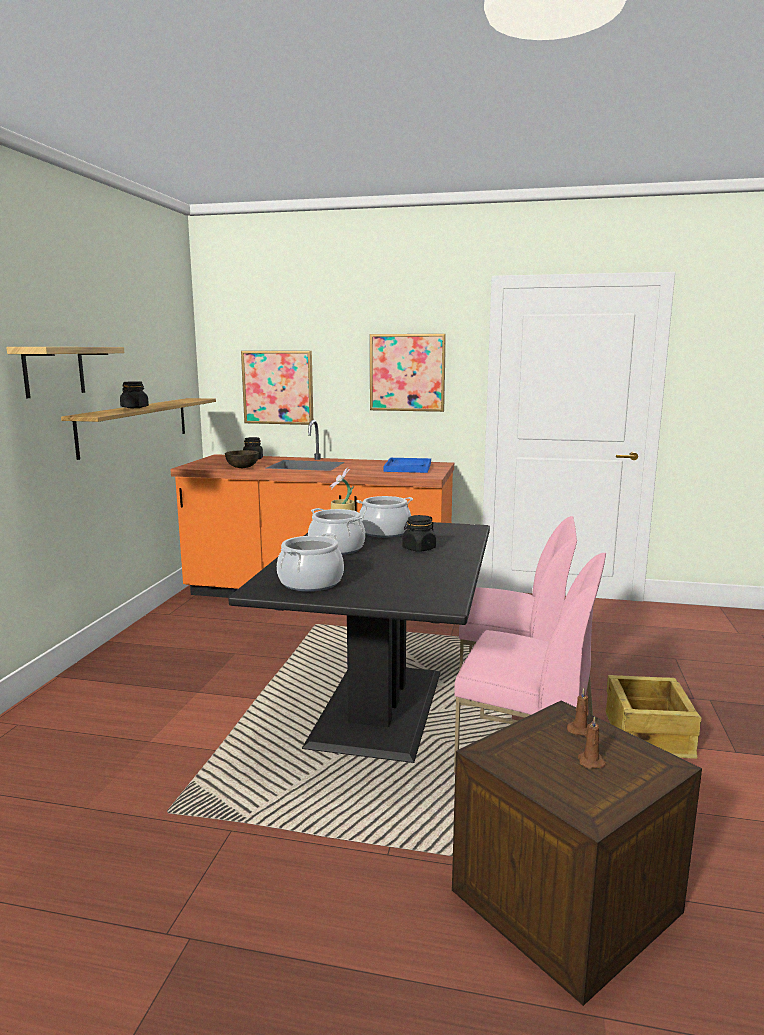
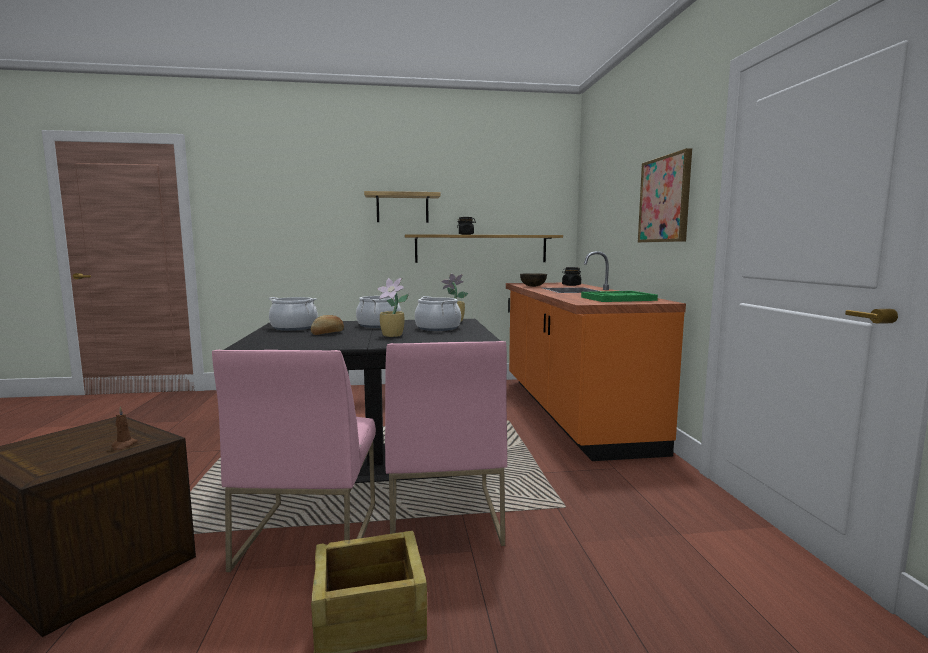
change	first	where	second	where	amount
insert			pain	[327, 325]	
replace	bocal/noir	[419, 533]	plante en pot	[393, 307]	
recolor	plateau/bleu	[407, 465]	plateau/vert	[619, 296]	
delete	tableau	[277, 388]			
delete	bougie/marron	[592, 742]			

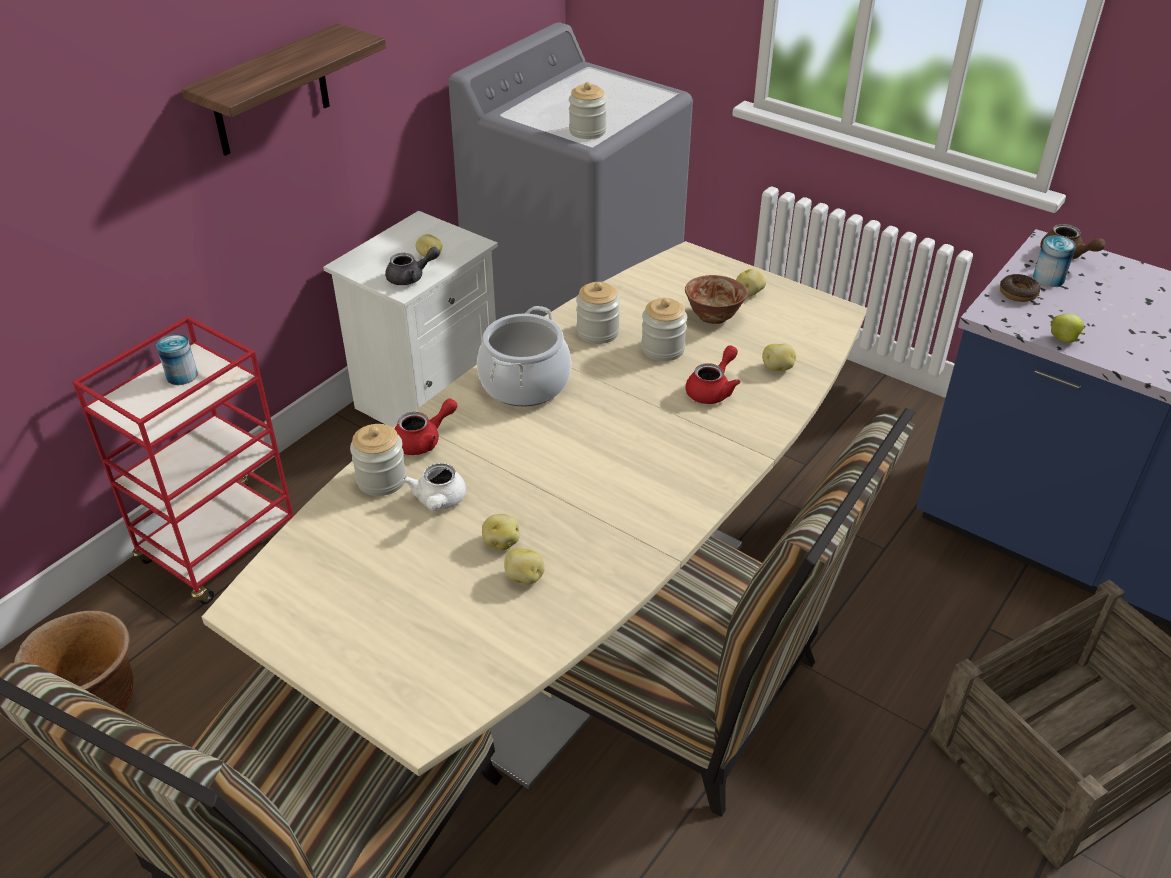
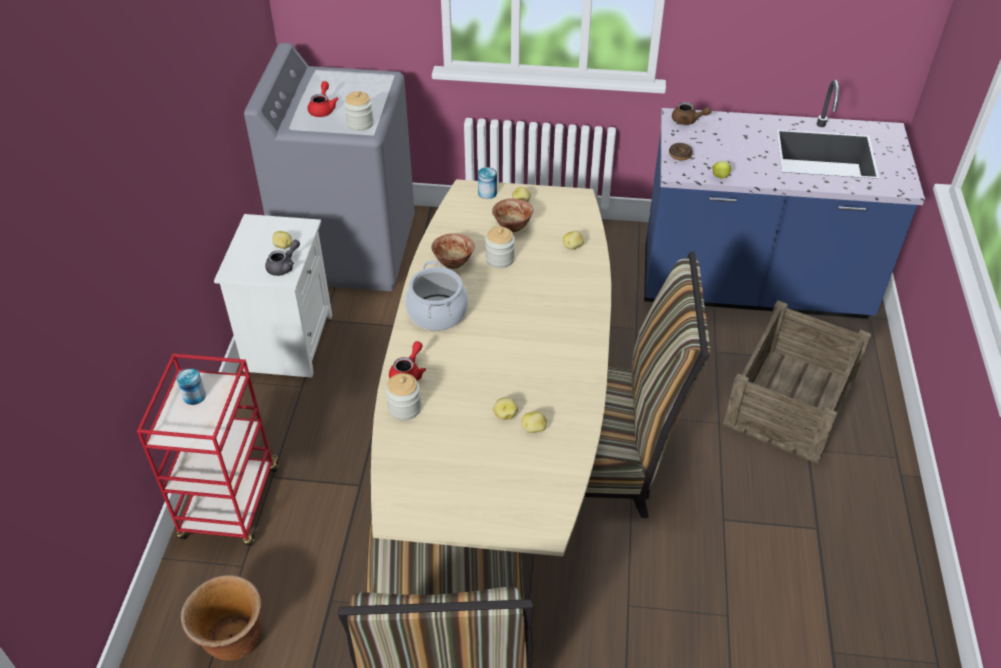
change	first	where	second	where	amount
move	théière/rouge	[713, 374]		[323, 99]	
replace	bocal	[598, 313]	bol	[453, 251]	
move	boîte métallique	[1054, 261]		[487, 183]	
delete	étagère	[283, 90]			
delete	théière/blanc	[434, 487]			

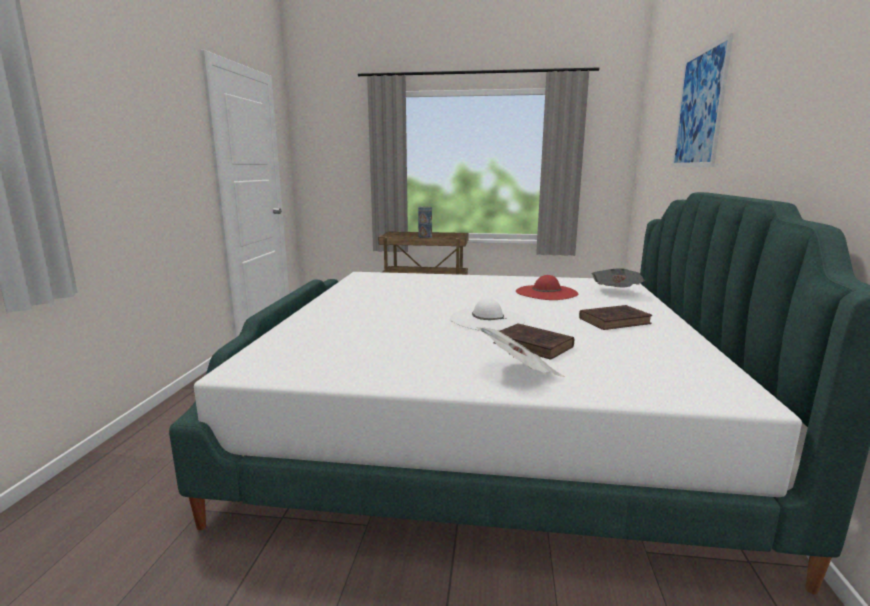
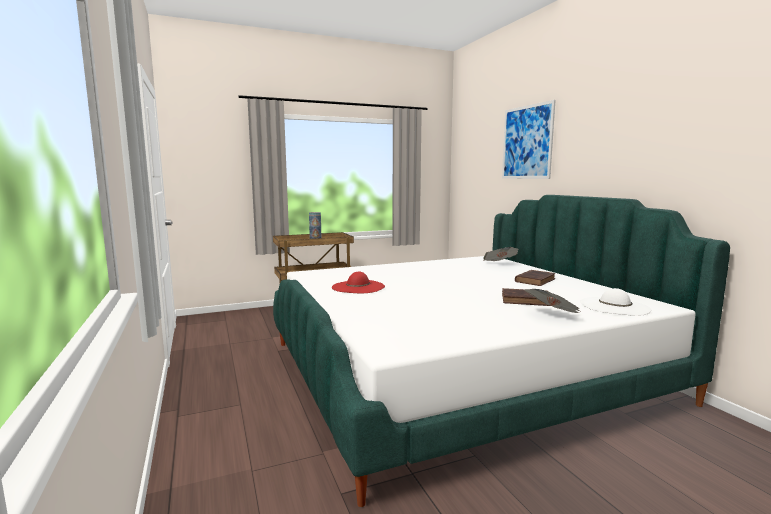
change	first	where	second	where	amount
move	chapeau/rouge	[547, 287]		[358, 282]	
move	chapeau/blanc	[487, 314]		[616, 302]	

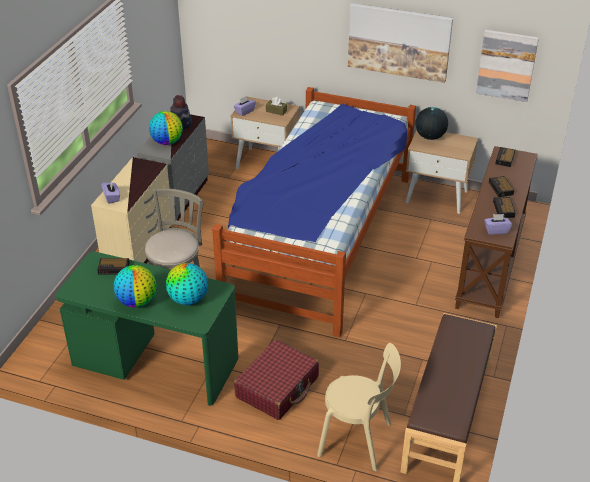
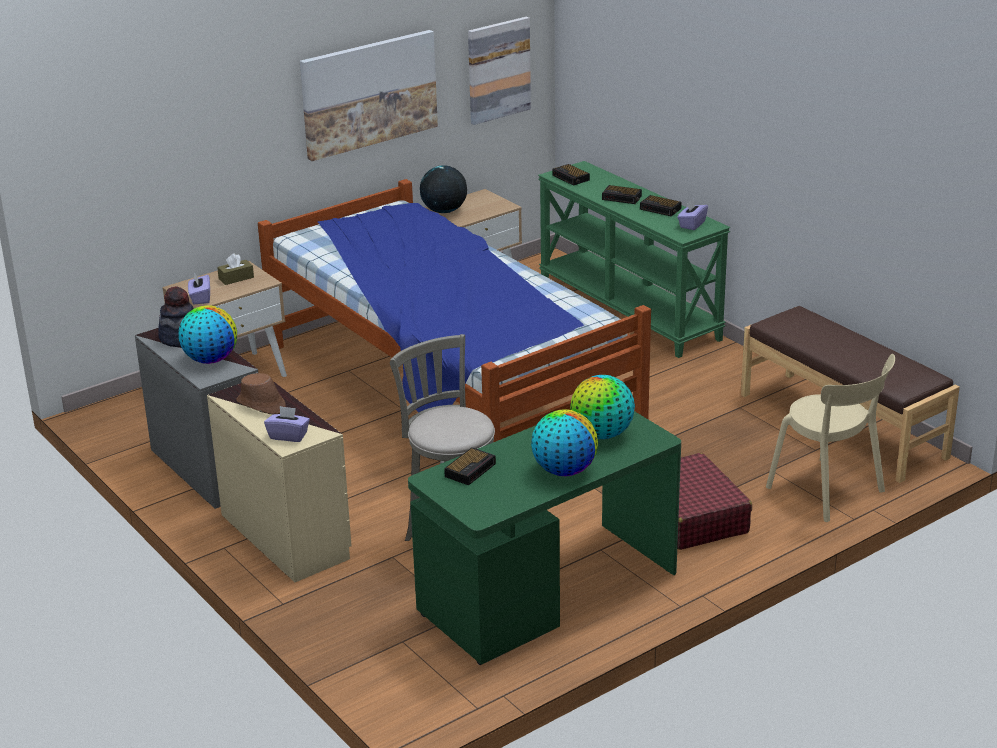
change	first	where	second	where	amount
insert			chapeau/marron	[261, 394]	
recolor	table console/marron	[496, 232]	table console/vert	[634, 259]	
rotate	chaise/beige	[359, 407]		[830, 438]	90 degrees clockwise

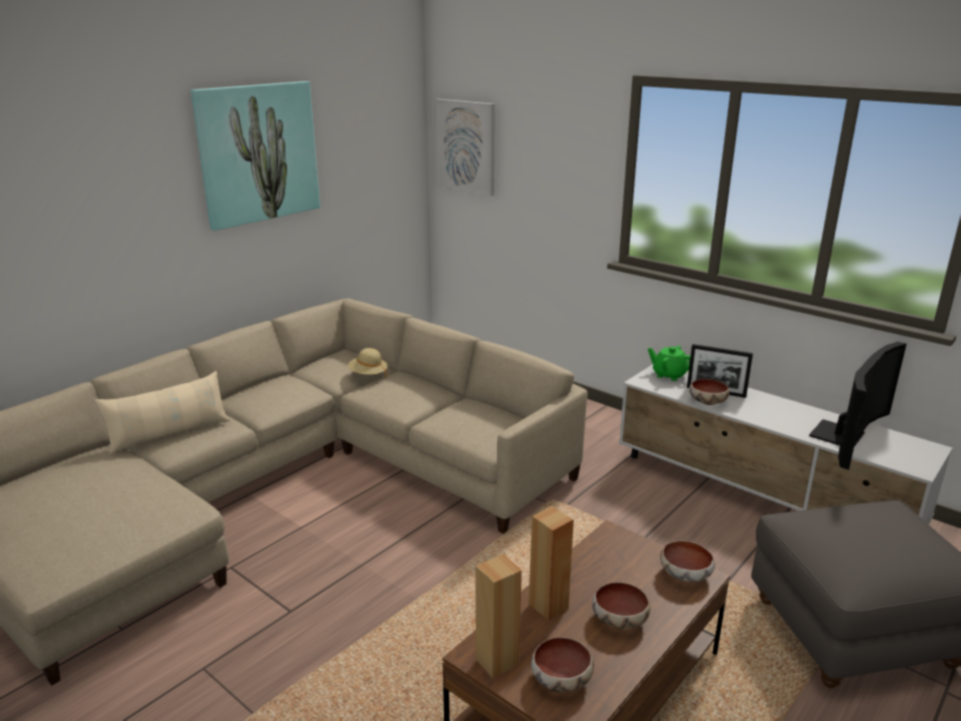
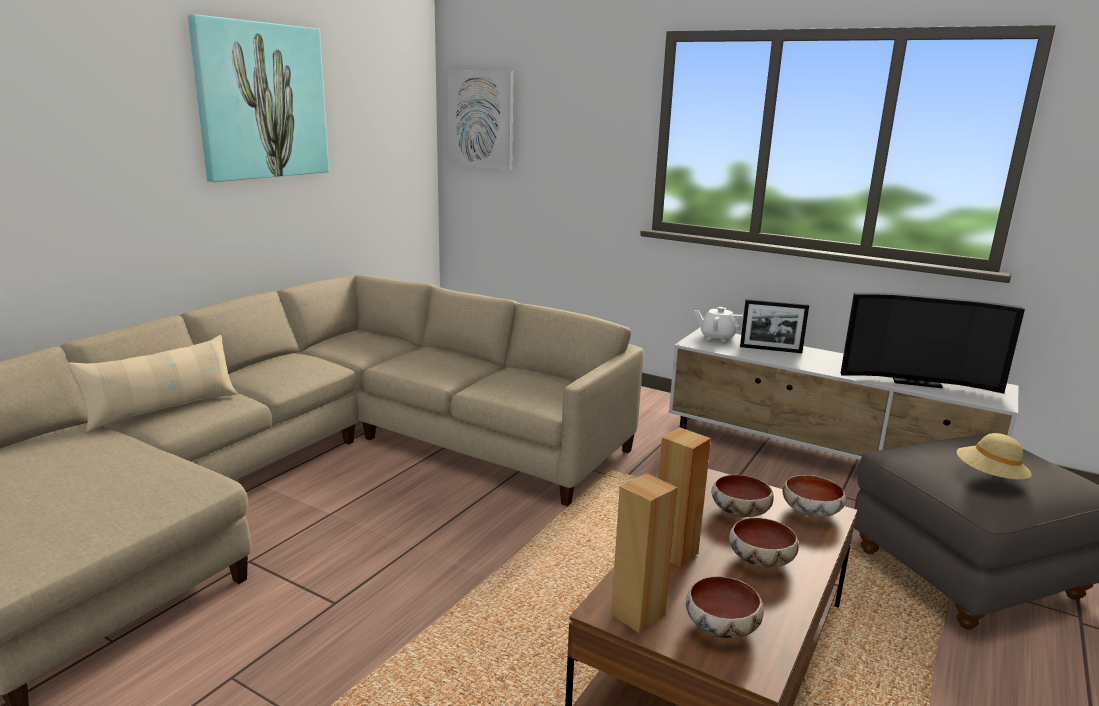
change	first	where	second	where	amount
recolor	théière/vert	[669, 363]	théière/blanc	[719, 324]	
move	bol	[709, 392]		[743, 496]	
rotate	téléviseur	[858, 406]		[933, 343]	75 degrees clockwise
move	chapeau/beige	[368, 363]		[994, 457]	

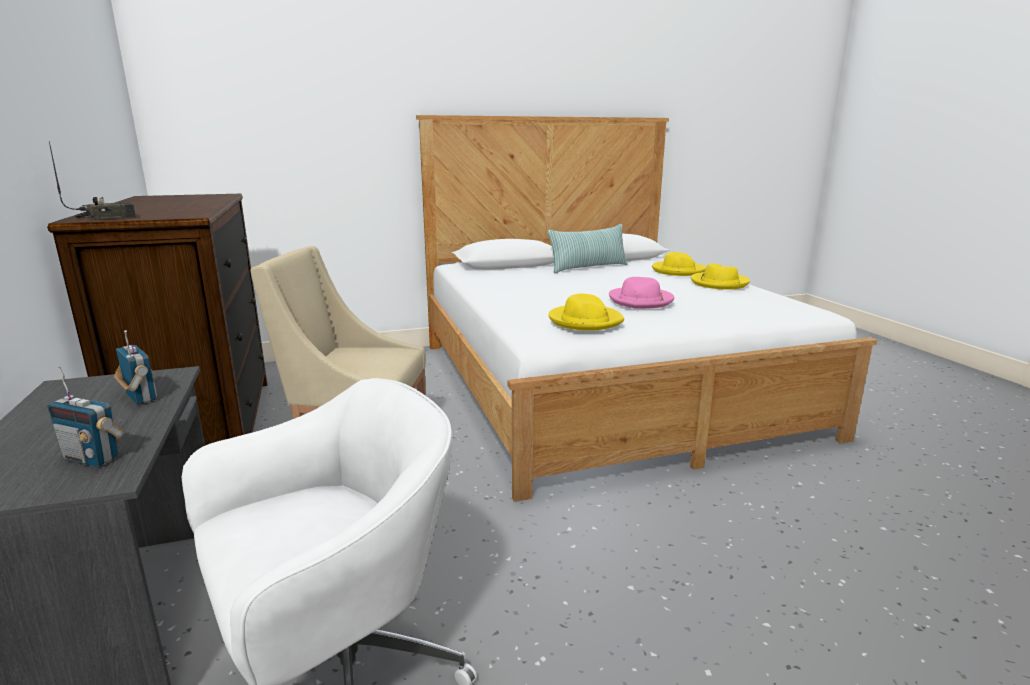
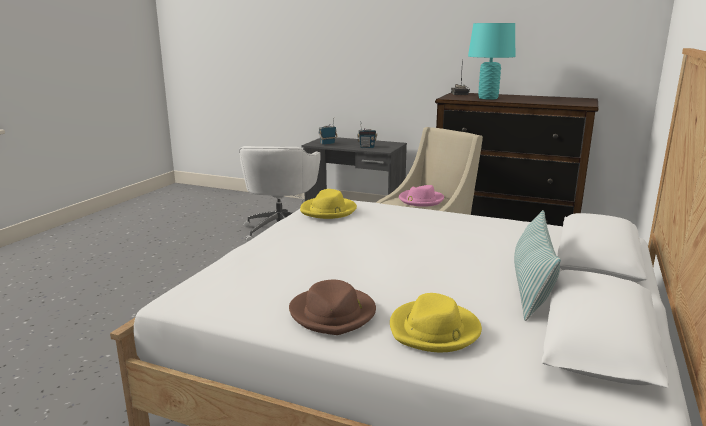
change	first	where	second	where	amount
recolor	chapeau/jaune	[720, 277]	chapeau/marron	[332, 307]	
move	chapeau/rose	[641, 293]		[421, 196]	
insert			lampe de table/turquoise	[491, 61]	

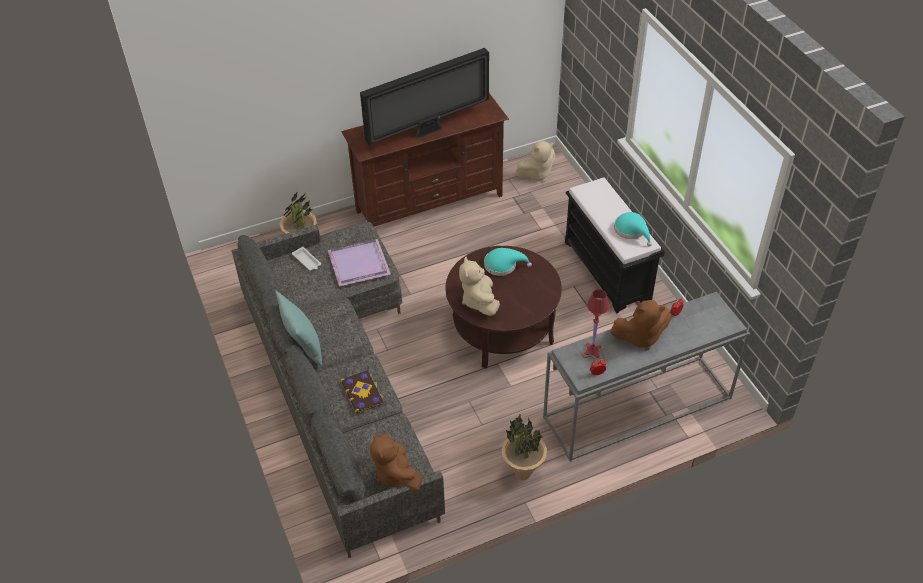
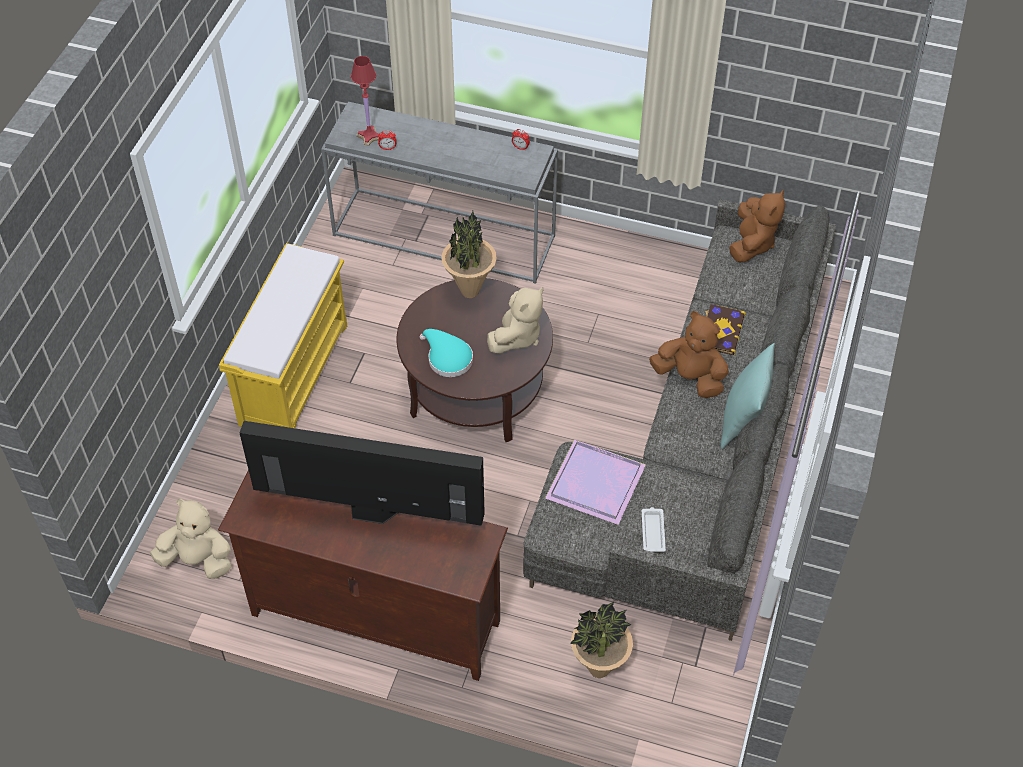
change	first	where	second	where	amount
recolor	banc/noir	[615, 245]	banc/jaune	[283, 335]	
move	lampe de table/rouge	[596, 324]		[365, 101]	
move	plante en pot	[524, 447]		[469, 254]	
move	peluche/marron	[641, 325]		[689, 354]	
delete	chapeau/turquoise	[633, 229]			

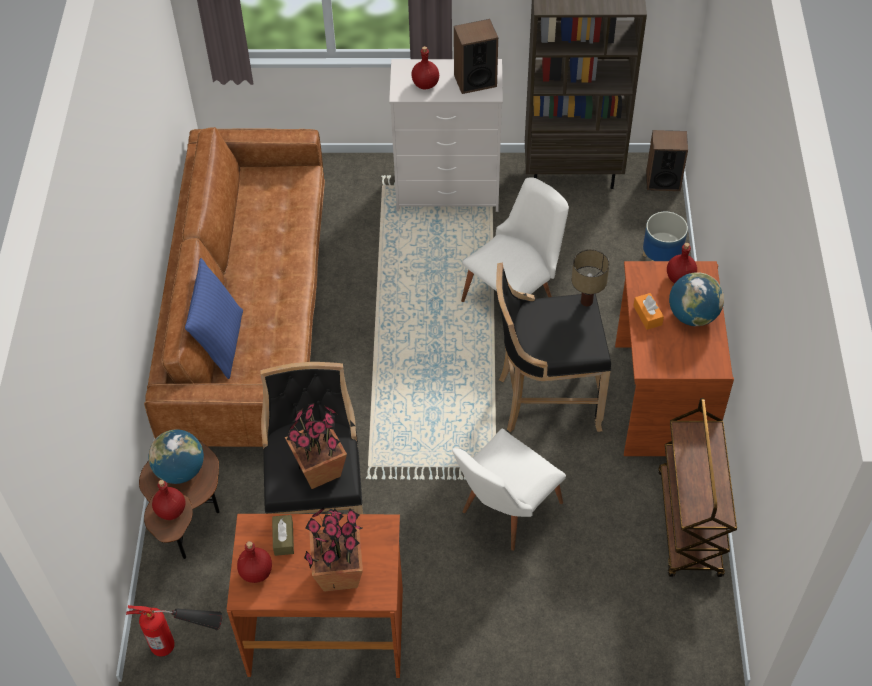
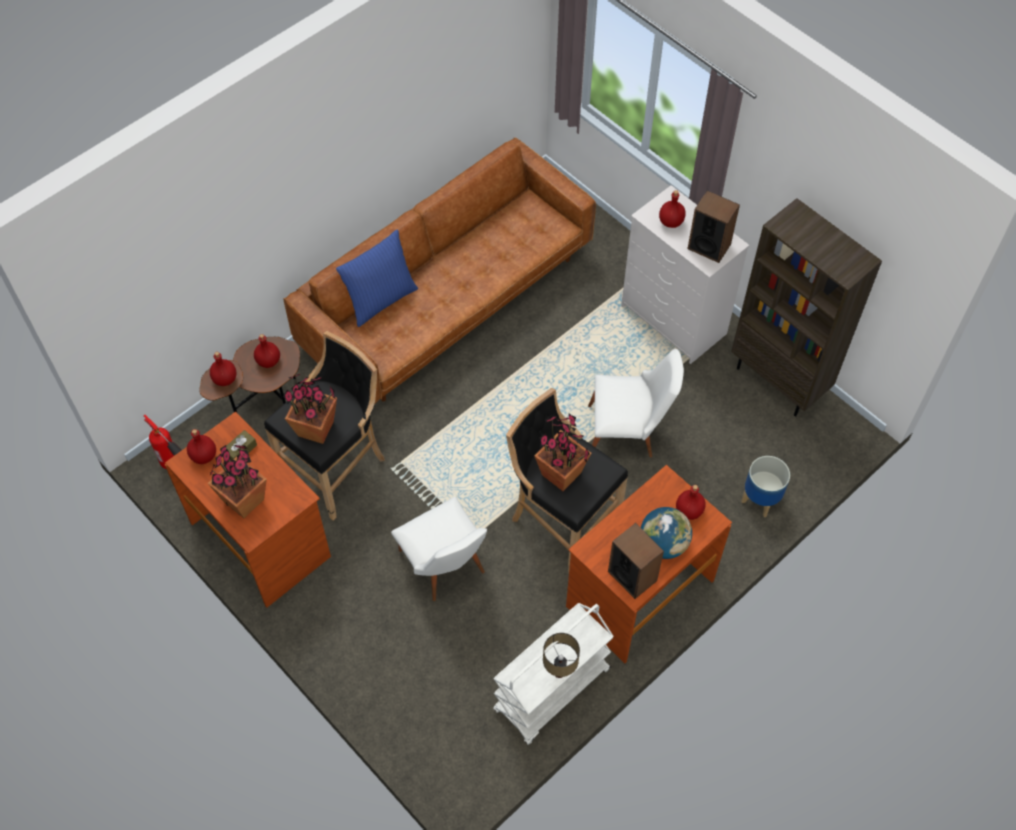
change	first	where	second	where	amount
replace	globe	[176, 456]	bouteille/rouge	[267, 351]	
rotate	chaise/blanc	[509, 490]		[439, 549]	120 degrees counterclockwise
recolor	chariot/marron	[697, 487]	chariot/blanc	[553, 674]	
insert			plante en pot	[562, 452]	
move	lampe de table	[591, 277]		[561, 655]	
move	enceinte	[667, 160]		[636, 561]	
delete	boîte à mouchoirs/orange	[648, 311]			

